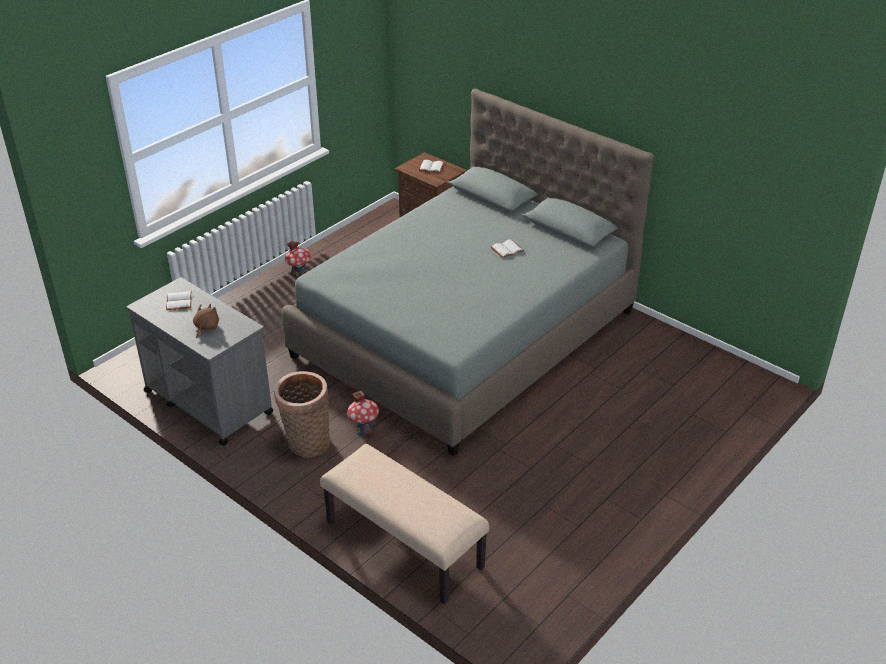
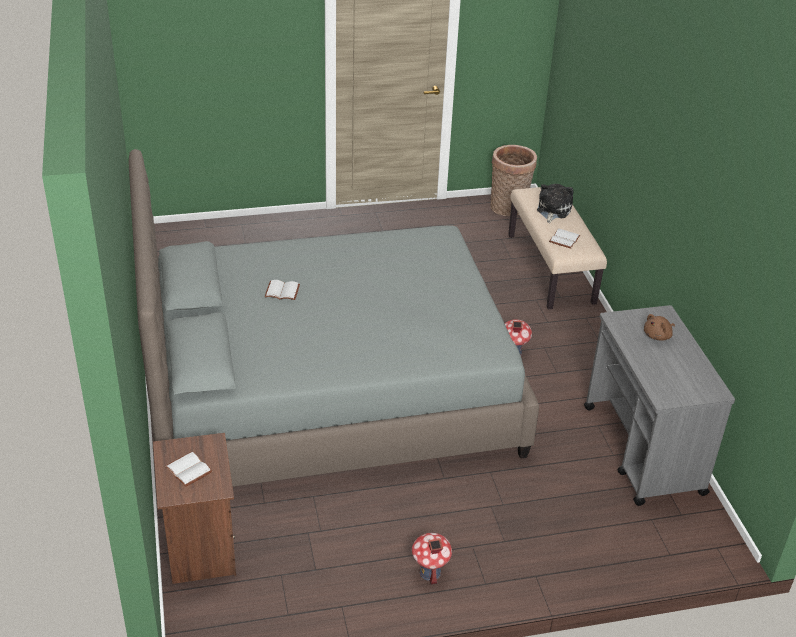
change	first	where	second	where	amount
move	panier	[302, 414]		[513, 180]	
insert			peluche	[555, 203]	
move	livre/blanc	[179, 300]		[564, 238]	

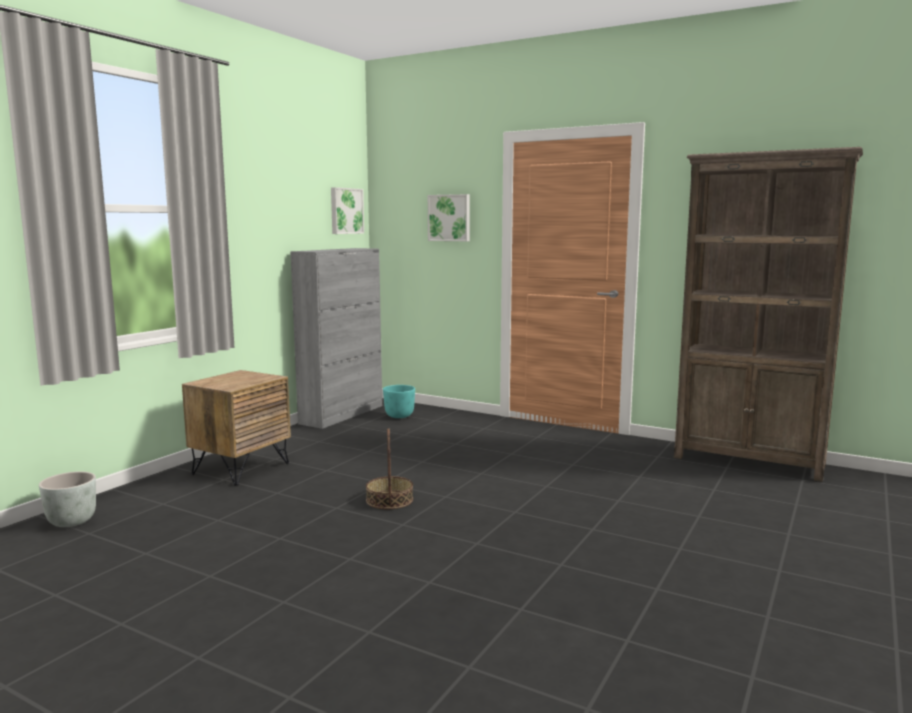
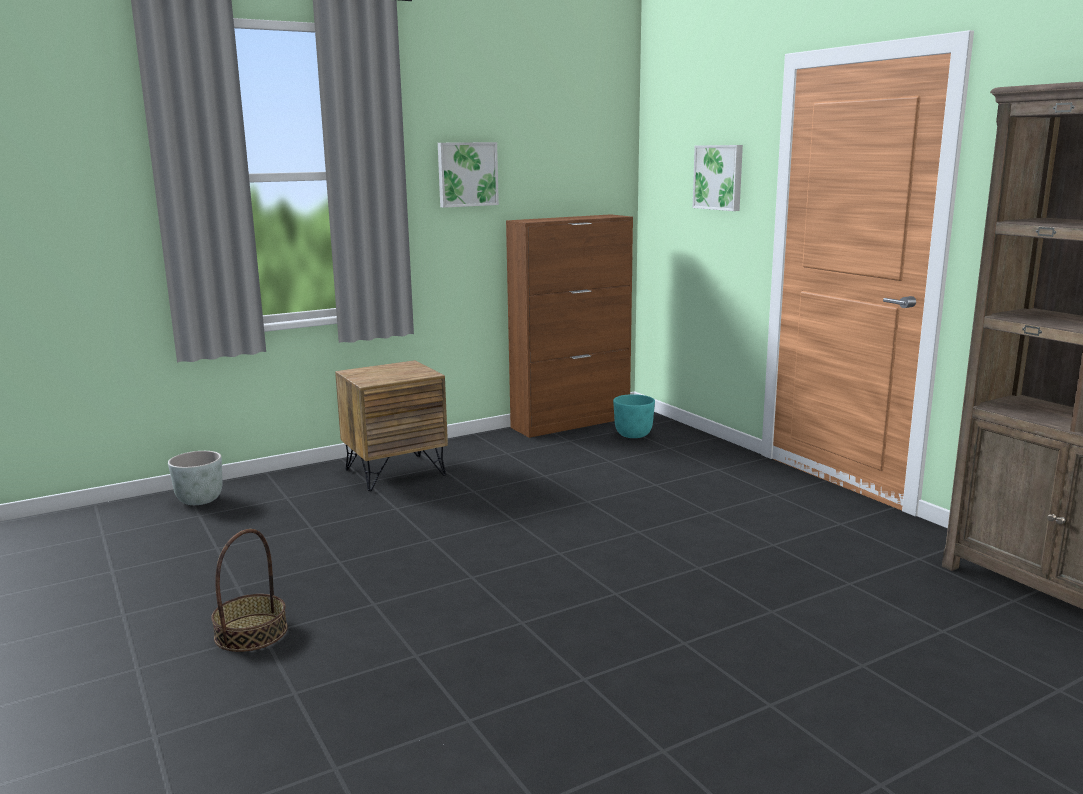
change	first	where	second	where	amount
move	panier	[389, 468]		[249, 590]	
move	tableau	[347, 210]		[468, 175]	
recolor	meuble de rangement/gris	[336, 338]	meuble de rangement/marron	[569, 326]	

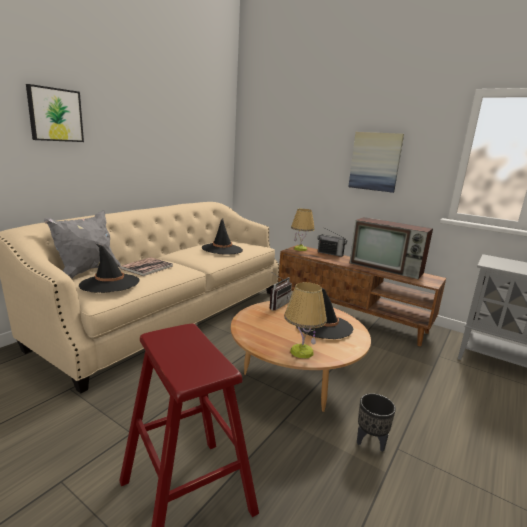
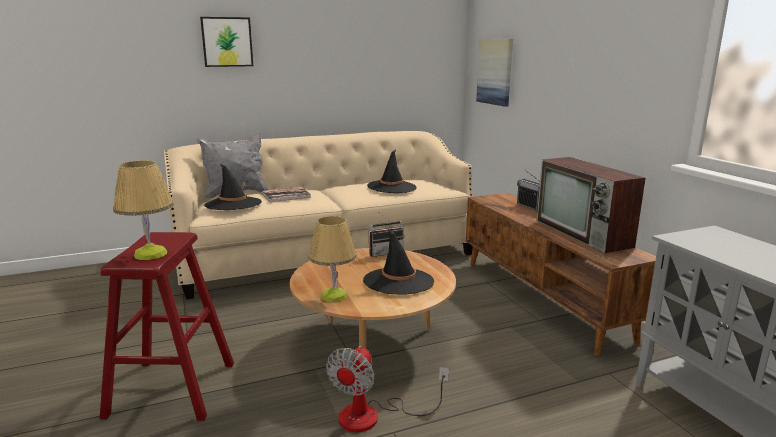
change	first	where	second	where	amount
move	lampe de table	[303, 229]		[143, 210]	
replace	cache-pot/noir	[376, 422]	ventilateur	[387, 389]	
move	tableau	[376, 162]		[494, 73]	

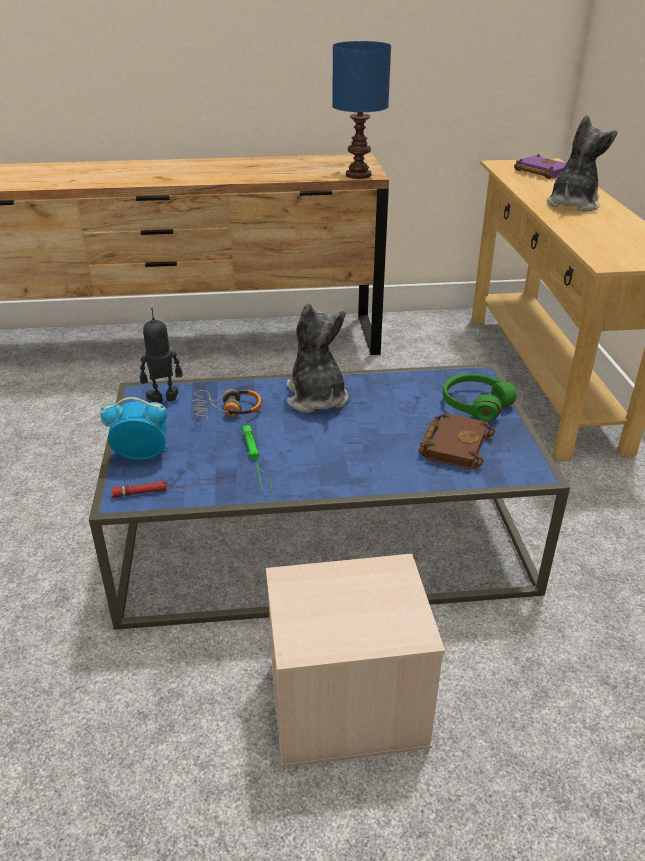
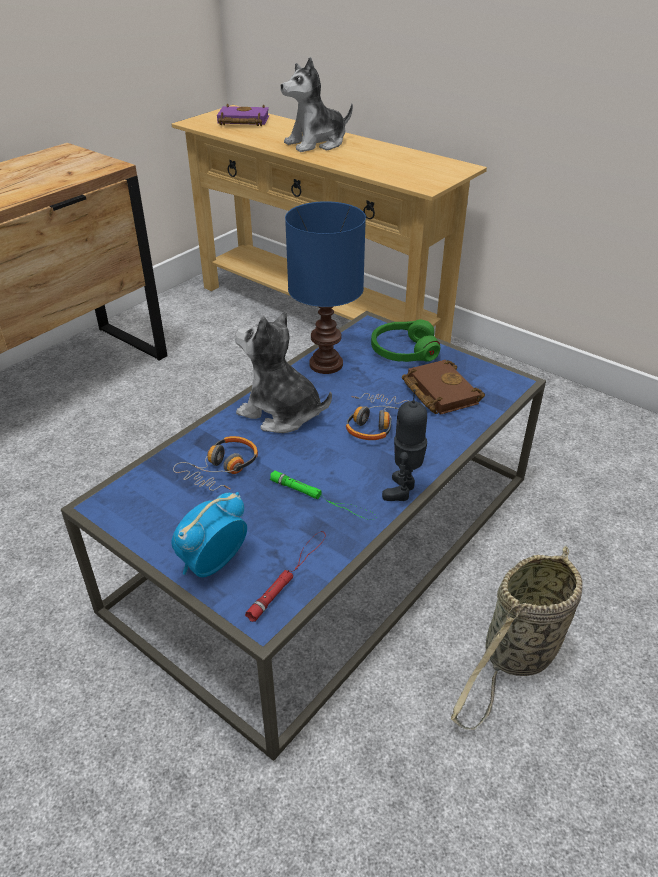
change	first	where	second	where	amount
rotate	peluche	[582, 163]		[317, 104]	105 degrees counterclockwise
move	lampe de table/bleu	[361, 110]		[325, 287]	
insert			casque audio	[377, 416]	
move	robot jouet	[161, 355]		[404, 445]	
replace	boîte de rangement/beige	[355, 661]	panier	[516, 638]	

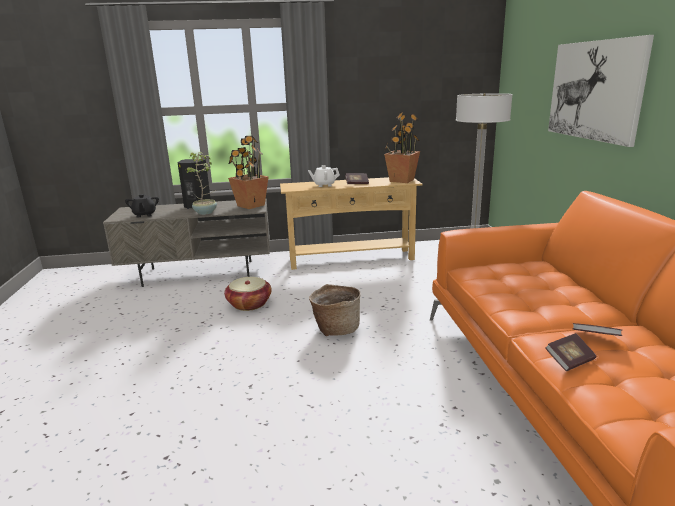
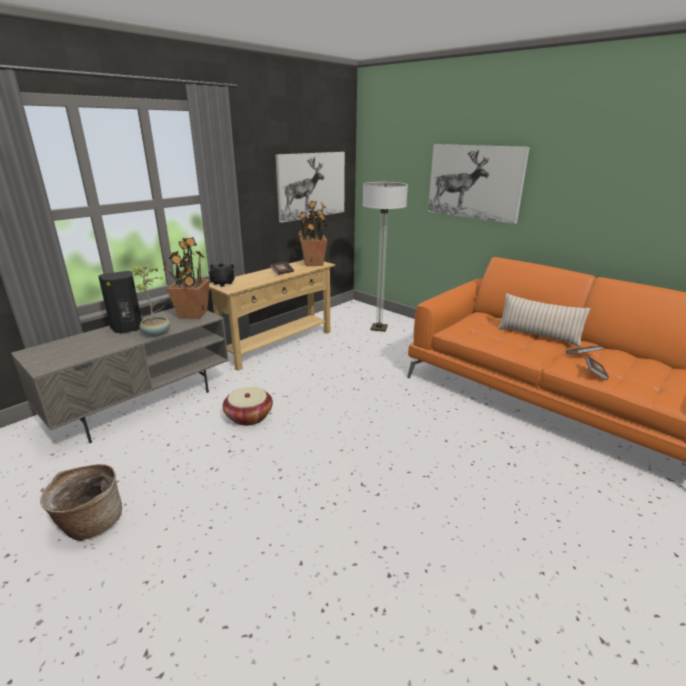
change	first	where	second	where	amount
move	panier	[335, 310]		[81, 502]	
move	théière/noir	[142, 206]		[221, 275]	
insert			tableau	[310, 187]	
insert			coussin/beige	[544, 320]	
delete	théière/blanc	[324, 176]			

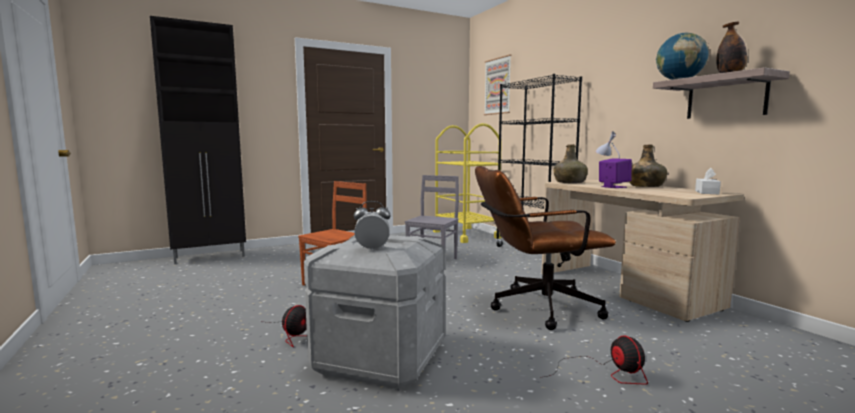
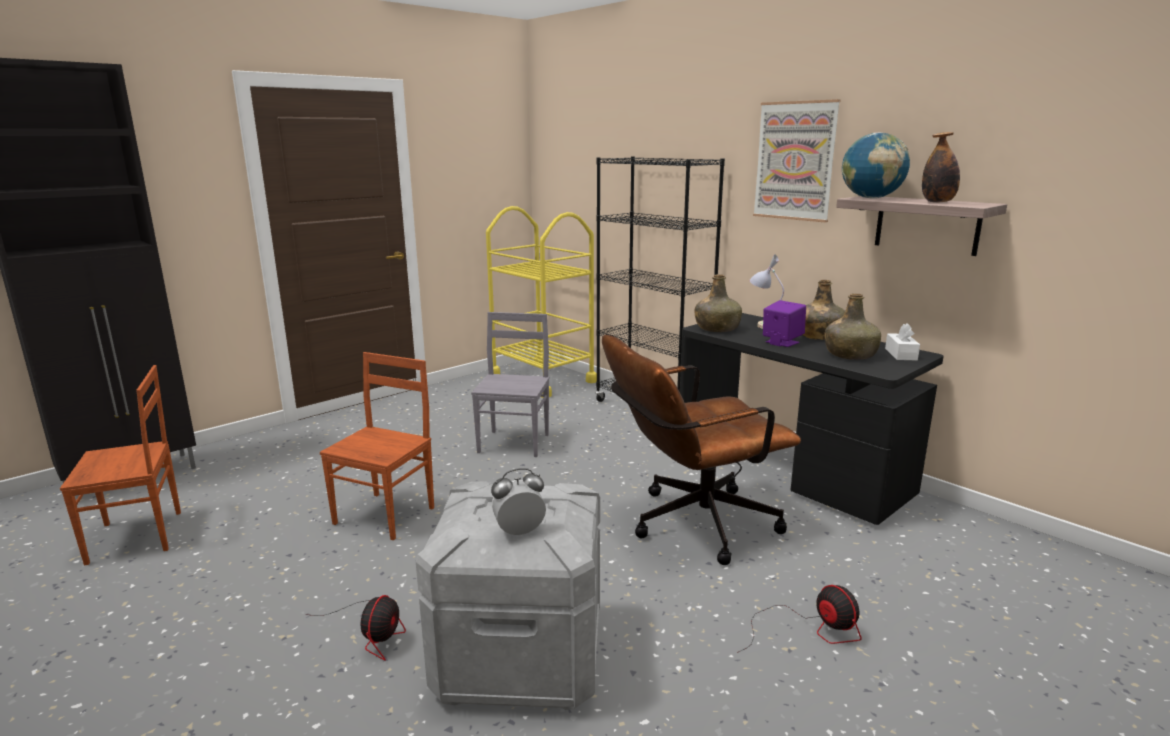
change	first	where	second	where	amount
insert			chaise/marron	[120, 465]	
recolor	bureau/beige	[642, 251]	bureau/noir	[812, 419]	
move	tableau	[498, 84]		[797, 160]	
insert			bouteille/vert	[853, 326]	

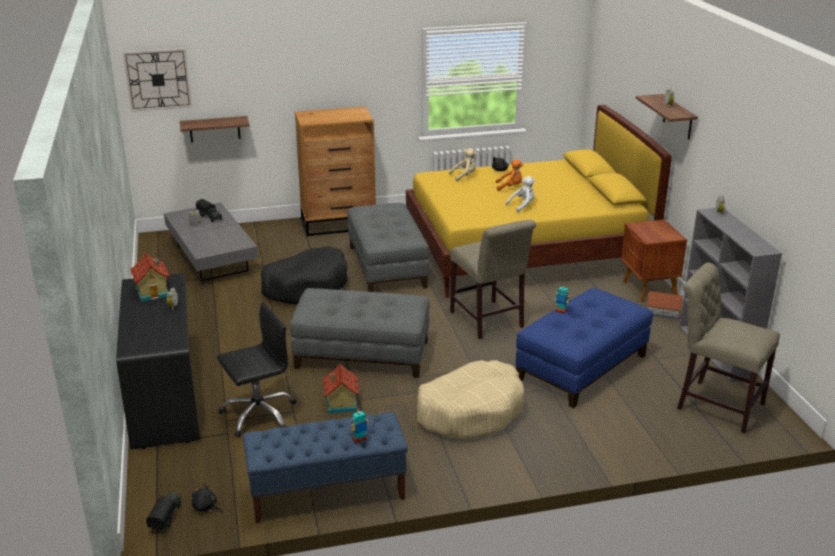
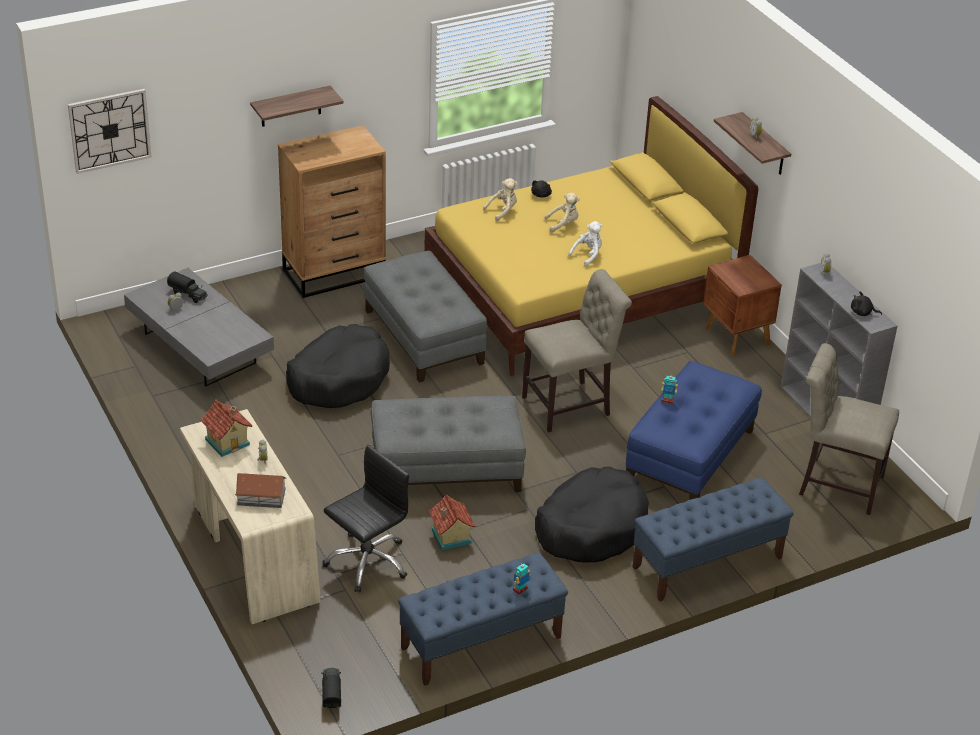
change	first	where	second	where	amount
recolor	bureau/noir	[158, 361]	bureau/beige	[250, 516]	
move	maison miniature	[664, 305]		[260, 490]	
move	étagère	[214, 129]		[297, 106]	
rotate	chaise/beige	[493, 279]		[577, 351]	75 degrees counterclockwise
recolor	panier pour chien/beige	[470, 400]	panier pour chien/noir	[592, 515]	
recolor	peluche/orange	[509, 175]	peluche/beige	[562, 212]	
insert			banc/bleu	[713, 539]	
move	peluche/noir	[207, 498]		[866, 303]	

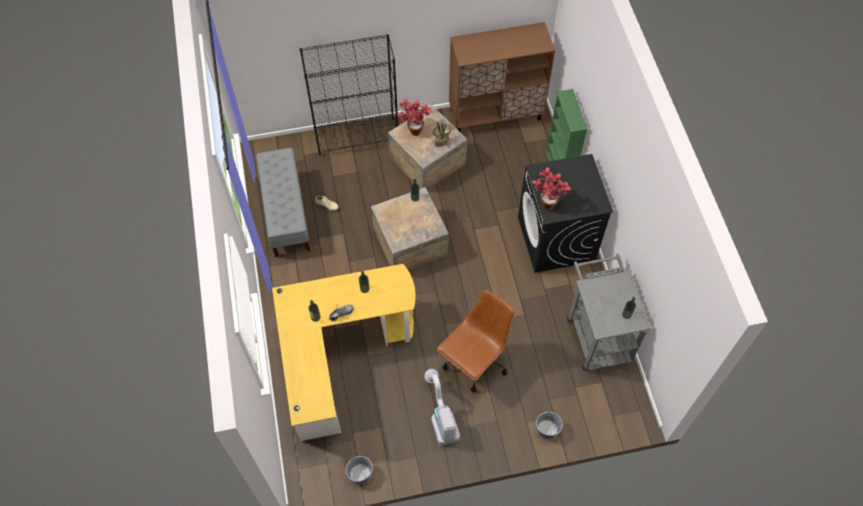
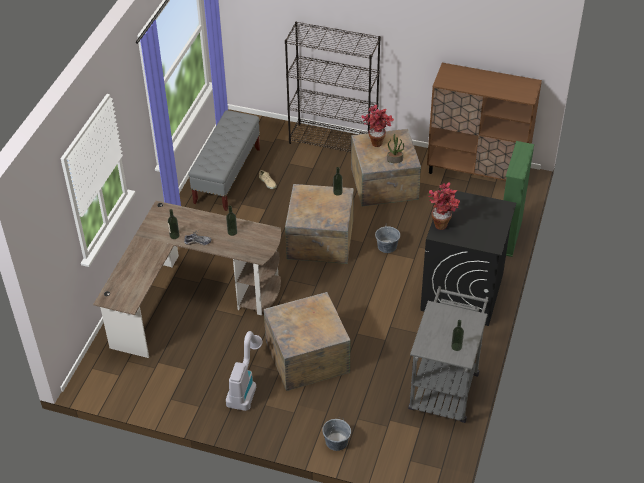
change	first	where	second	where	amount
recolor	bureau/jaune	[343, 352]	bureau/marron	[187, 279]	
replace	chaise de bureau/marron	[475, 341]	caisse	[307, 341]	
move	seau/gris	[359, 470]		[387, 238]	

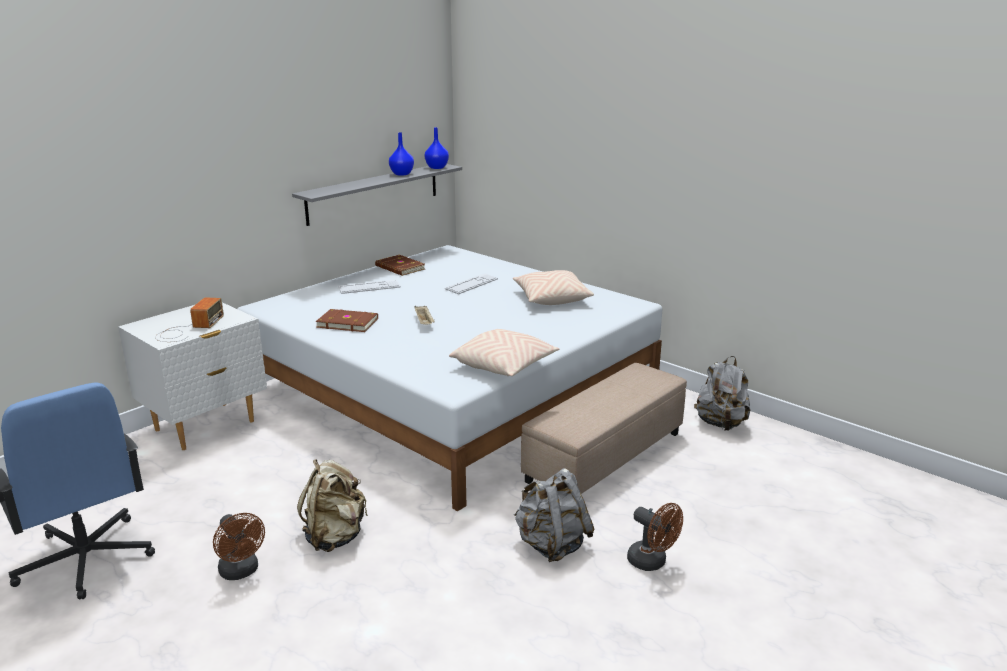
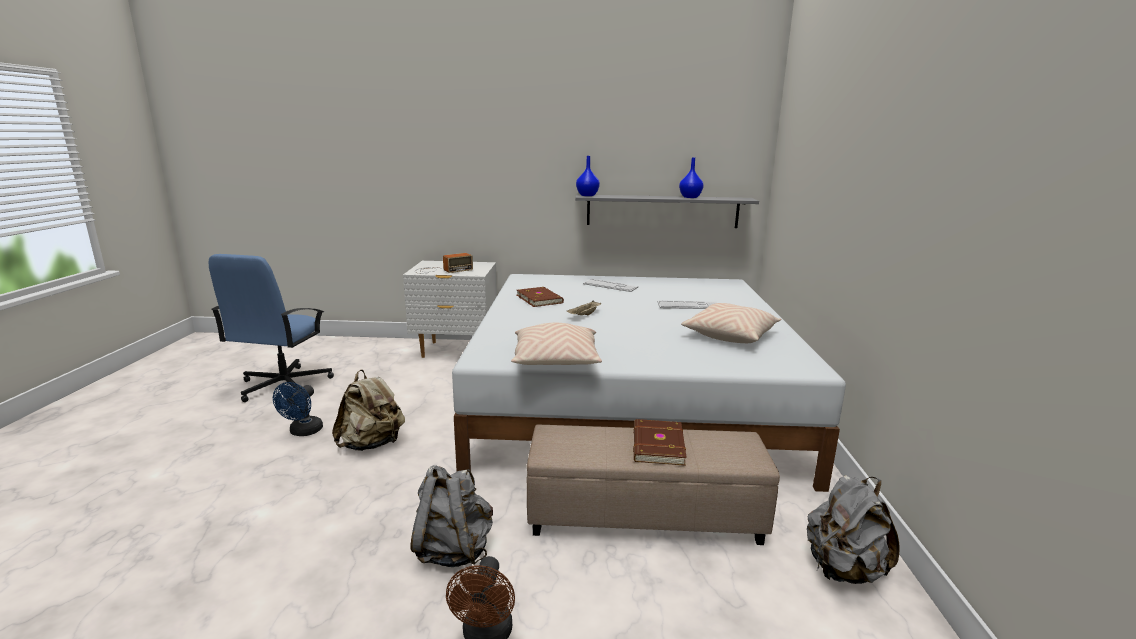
change	first	where	second	where	amount
recolor	ventilateur/marron	[239, 546]	ventilateur/bleu	[298, 409]	
move	vase/bleu	[436, 148]		[588, 176]	
move	livre/marron	[400, 265]		[660, 442]	

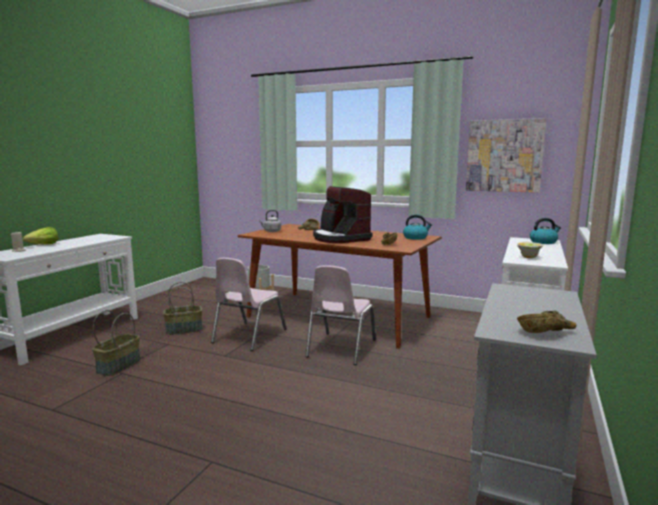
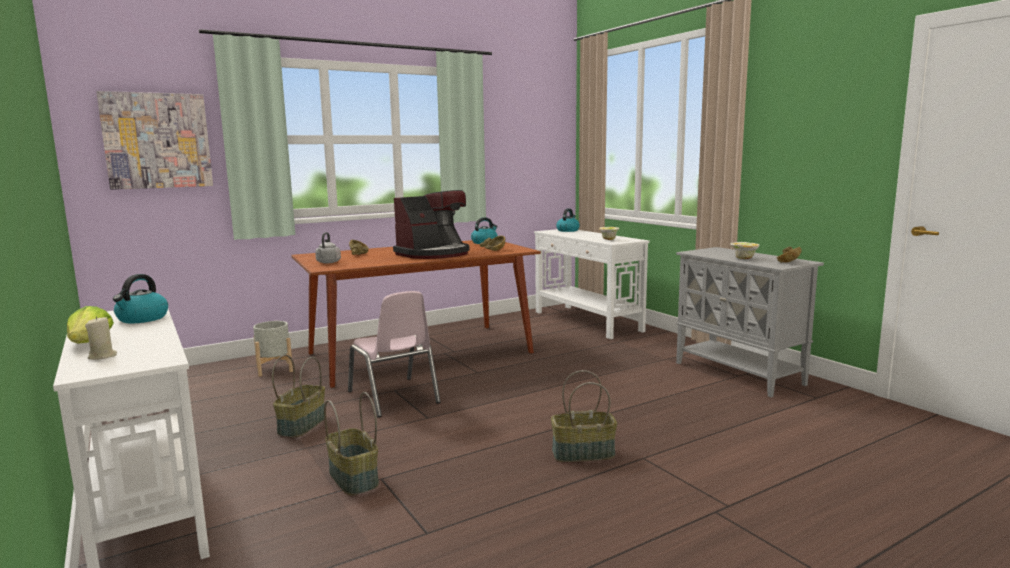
change	first	where	second	where	amount
move	tableau	[506, 155]		[154, 140]	
insert			bouilloire	[140, 298]	
rotate	machine à café	[343, 214]		[431, 224]	45 degrees counterclockwise
insert			panier	[584, 416]	
insert			bol	[745, 250]	
delete	chaise/rose	[340, 315]			

